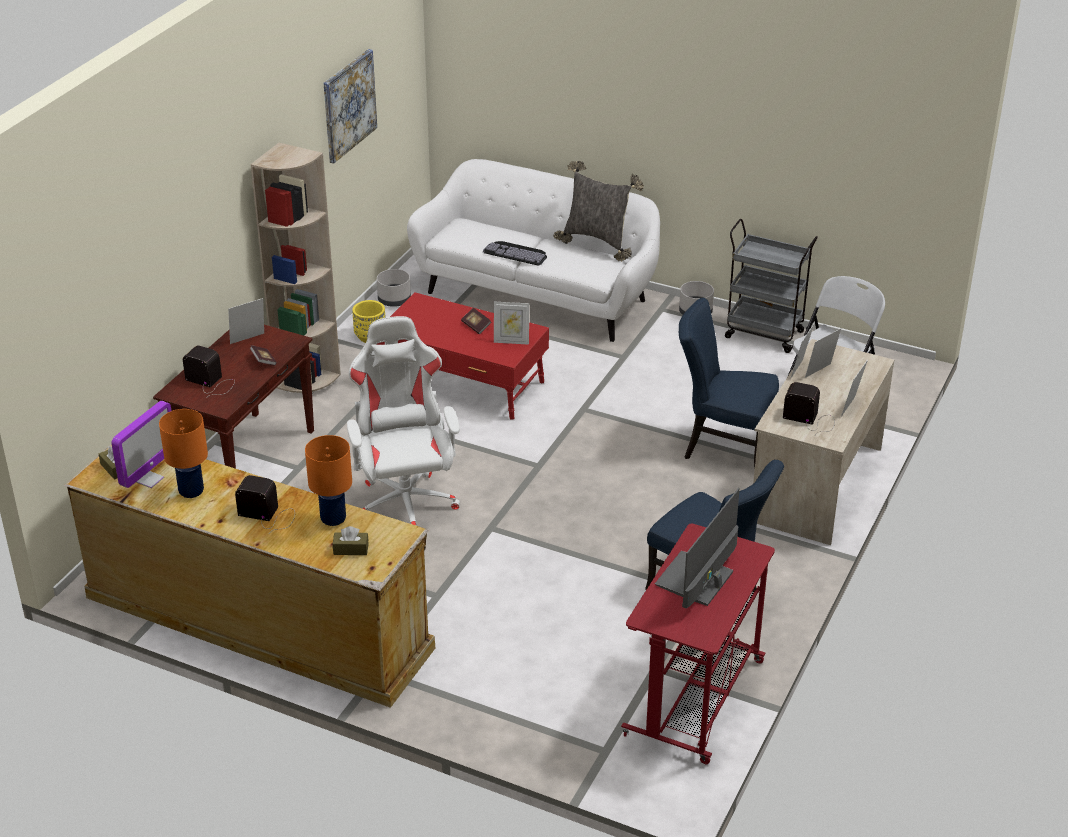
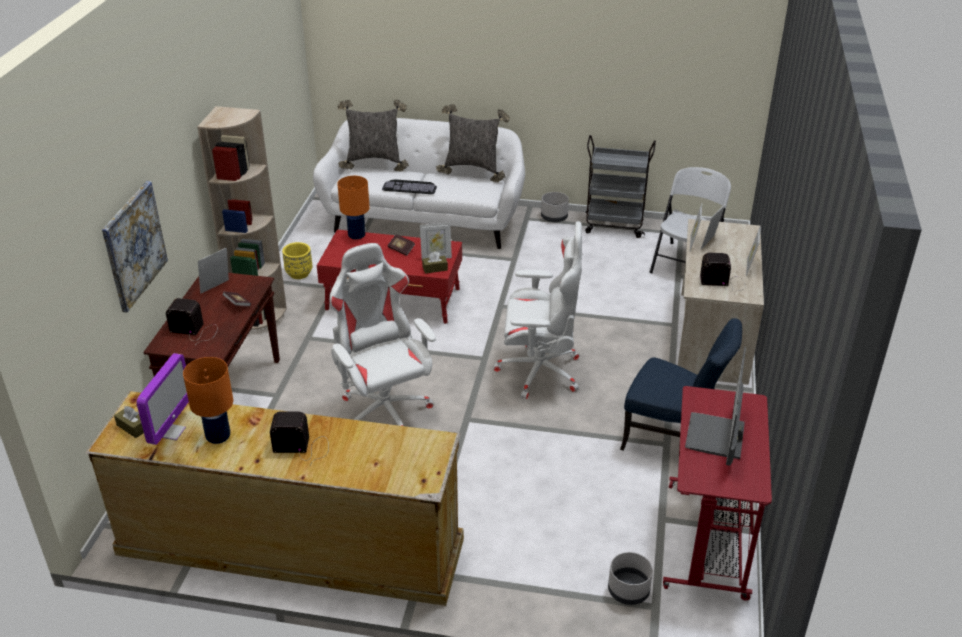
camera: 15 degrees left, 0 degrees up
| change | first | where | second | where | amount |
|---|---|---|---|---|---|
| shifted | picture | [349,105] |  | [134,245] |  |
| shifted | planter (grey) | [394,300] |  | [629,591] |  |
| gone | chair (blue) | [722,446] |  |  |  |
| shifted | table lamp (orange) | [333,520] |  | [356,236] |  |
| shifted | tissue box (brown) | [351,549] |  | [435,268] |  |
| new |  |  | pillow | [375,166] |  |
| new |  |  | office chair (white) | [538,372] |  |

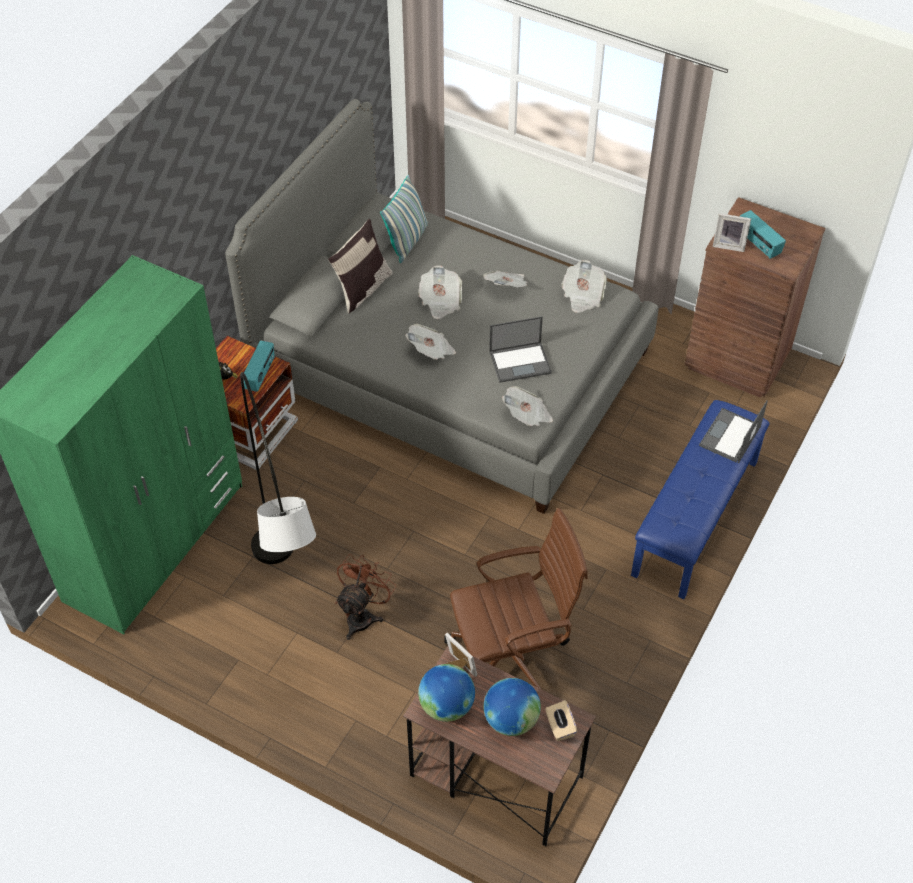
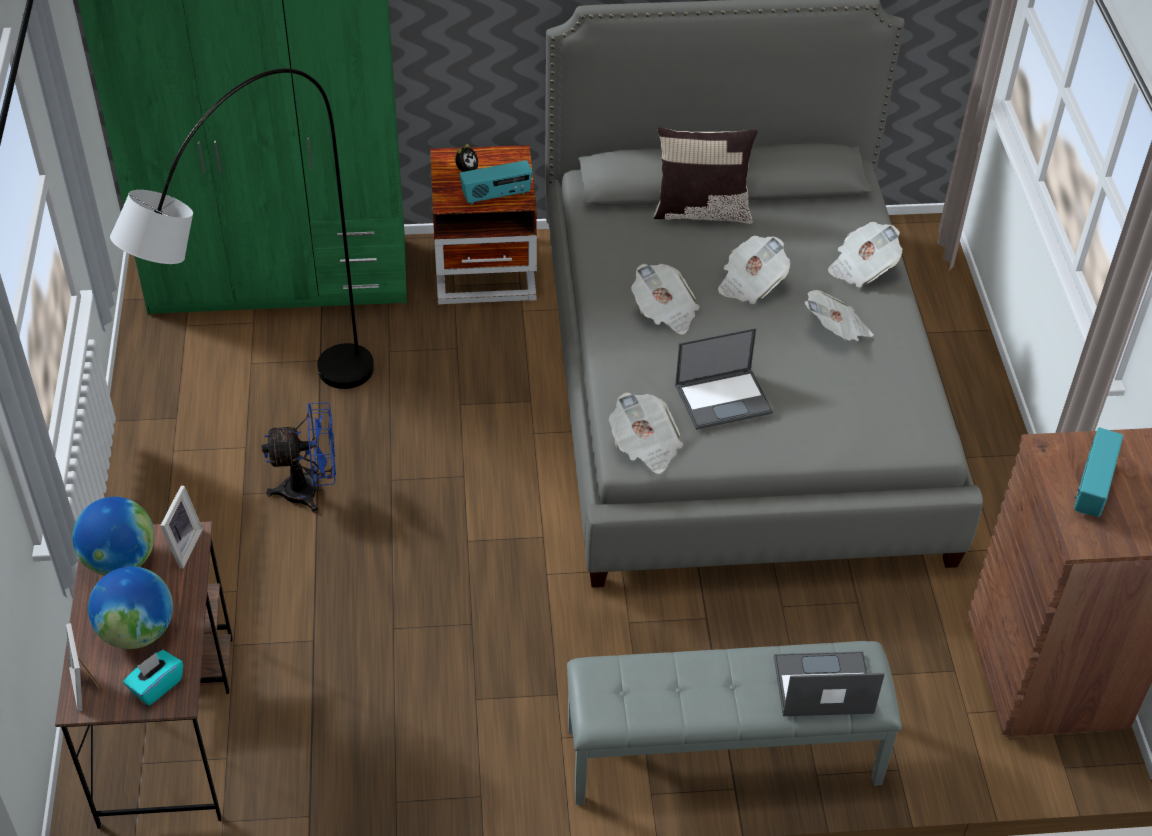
camera: 55 degrees right, 5 degrees down
| change | first | where | second | where | amount |
|---|---|---|---|---|---|
| gone | pillow | [407,241] |  |  |  |
| shifted | picture frame | [729,244] |  | [86,685] |  |
| shifted | newspaper | [582,296] |  | [862,268] |  |
| rotated | laptop | [520,362] |  | [724,398] | 60 degrees counterclockwise |
| repainted | bench (blue) | [696,518] | bench (grey) | [722,756] |  |
| gone | office chair (brown) | [512,657] |  |  |  |
| repainted | fan (brown) | [363,615] | fan (blue) | [310,491] |  |
| repainted | tissue box (beige) | [560,727] | tissue box (turquoise) | [156,686] |  |

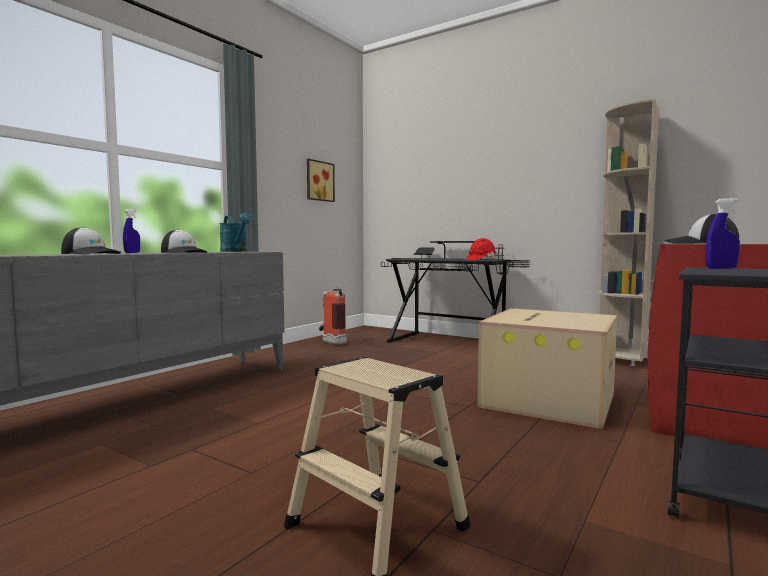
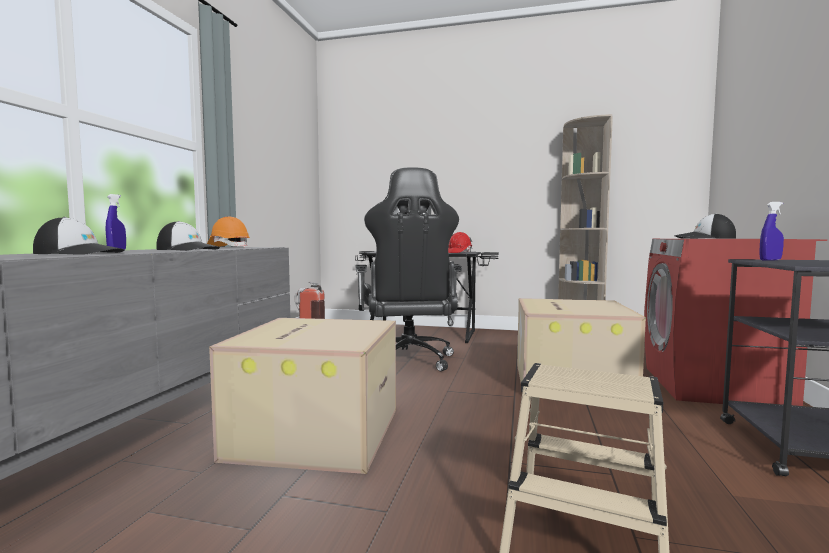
camera: 20 degrees left, 0 degrees up
| change | first | where | second | where | amount |
|---|---|---|---|---|---|
| gone | picture | [319,181] |  |  |  |
| swapped | watering can (turquoise) | [236,251] | hard hat (orange) | [229,247] |  |
| new |  |  | office chair (black) | [408,359] |  |
| new |  |  | cardboard box | [315,432] |  |

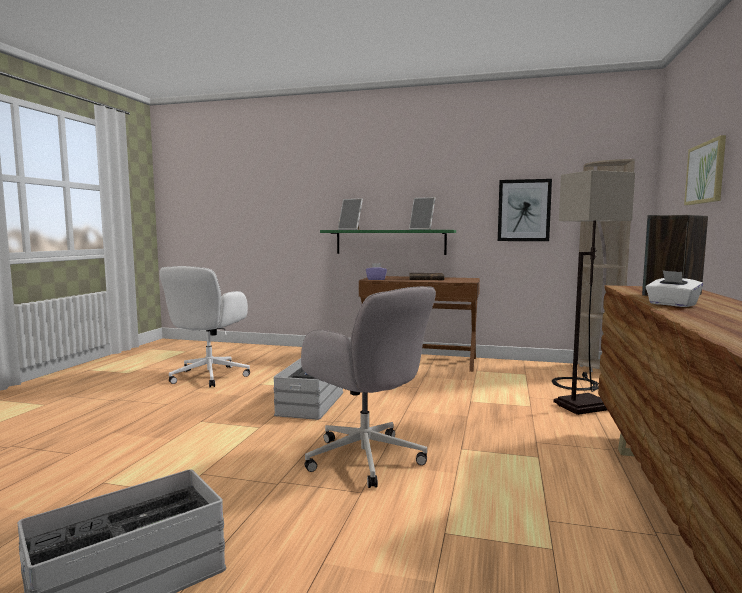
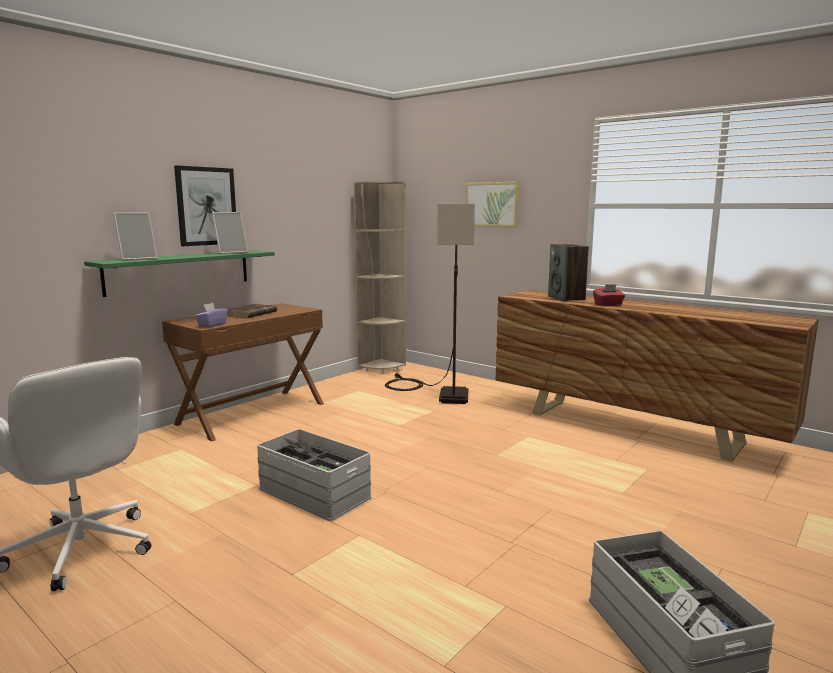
camera: 65 degrees left, 5 degrees up
| change | first | where | second | where | amount |
|---|---|---|---|---|---|
| shifted | picture | [524,210] |  | [206,206] |  |
| repainted | tissue box (white) | [672,304] | tissue box (red) | [608,305] |  |
| gone | office chair (grey) | [365,459] |  |  |  |

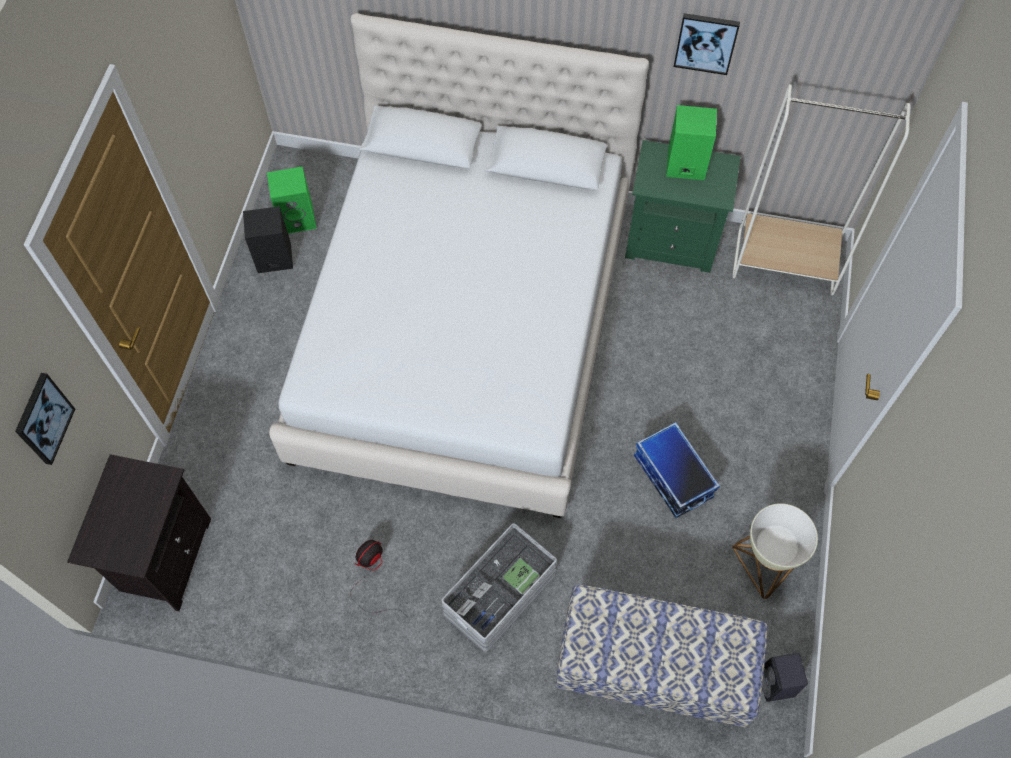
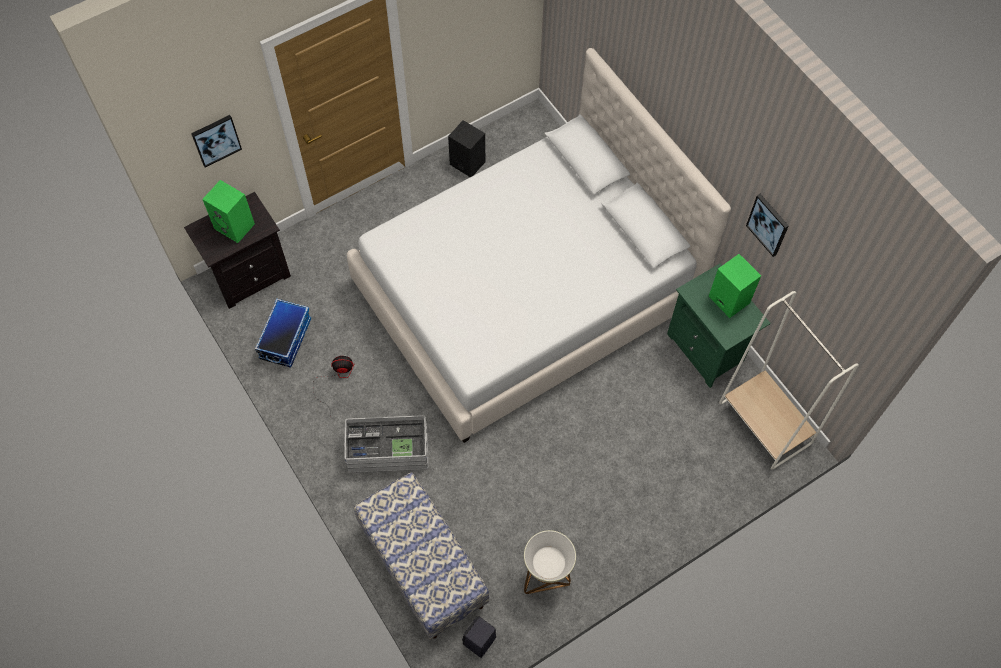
camera: 45 degrees right, 0 degrees up
| change | first | where | second | where | amount |
|---|---|---|---|---|---|
| shifted | speaker (green) | [298,218] |  | [235,226] |  |
| shifted | storage box | [672,477] |  | [285,338] |  |

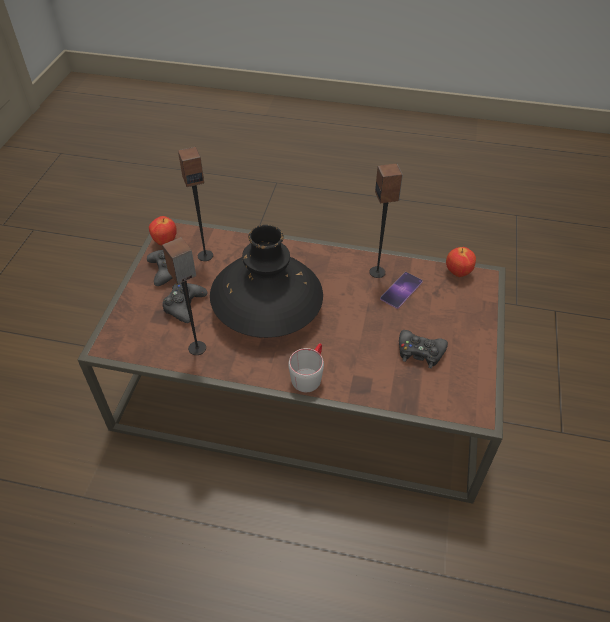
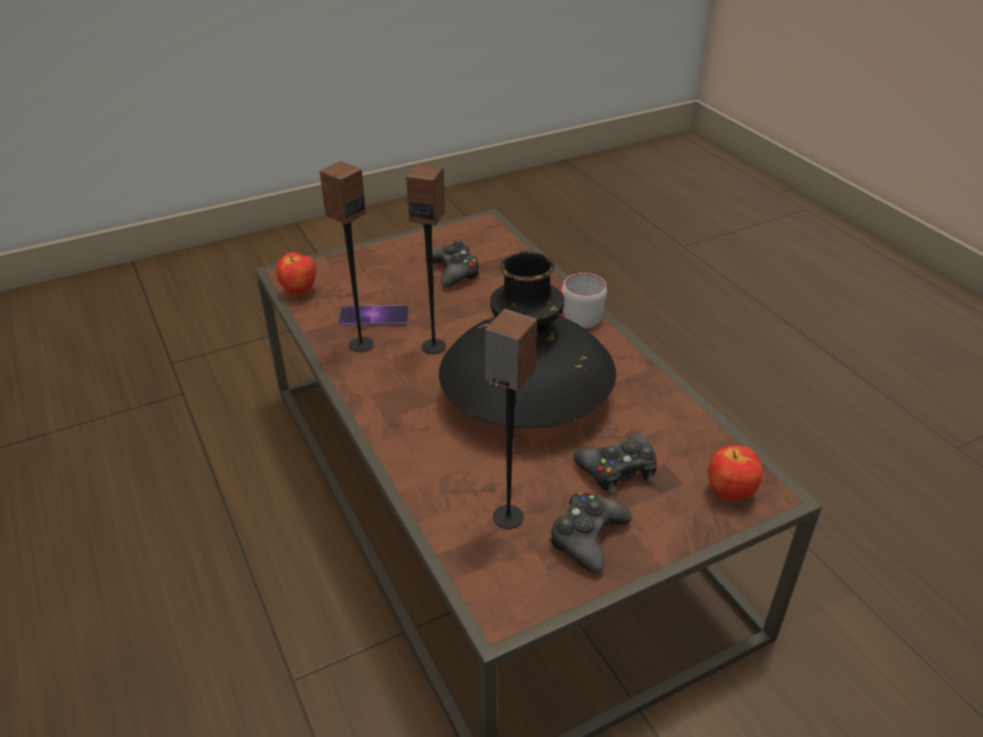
camera: 130 degrees left, 10 degrees down
| change | first | where | second | where | amount |
|---|---|---|---|---|---|
| shifted | apple | [165,241] |  | [729,494] |  |
| shifted | speaker | [197,348] |  | [434,346] |  |

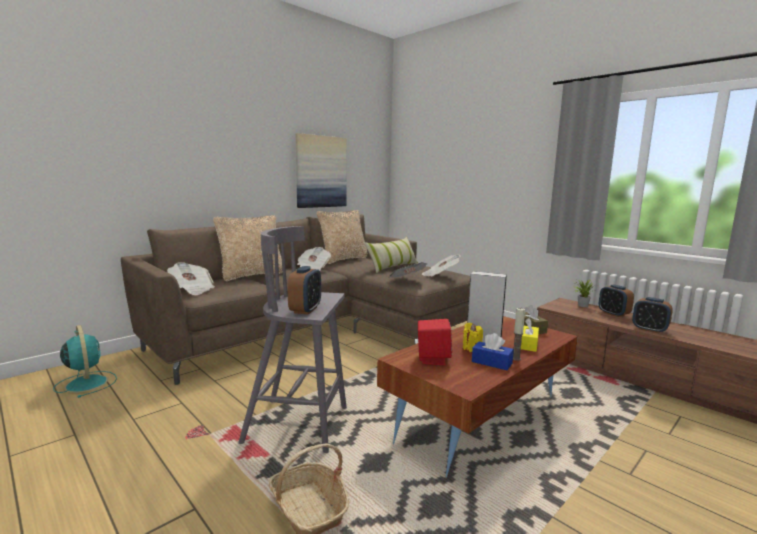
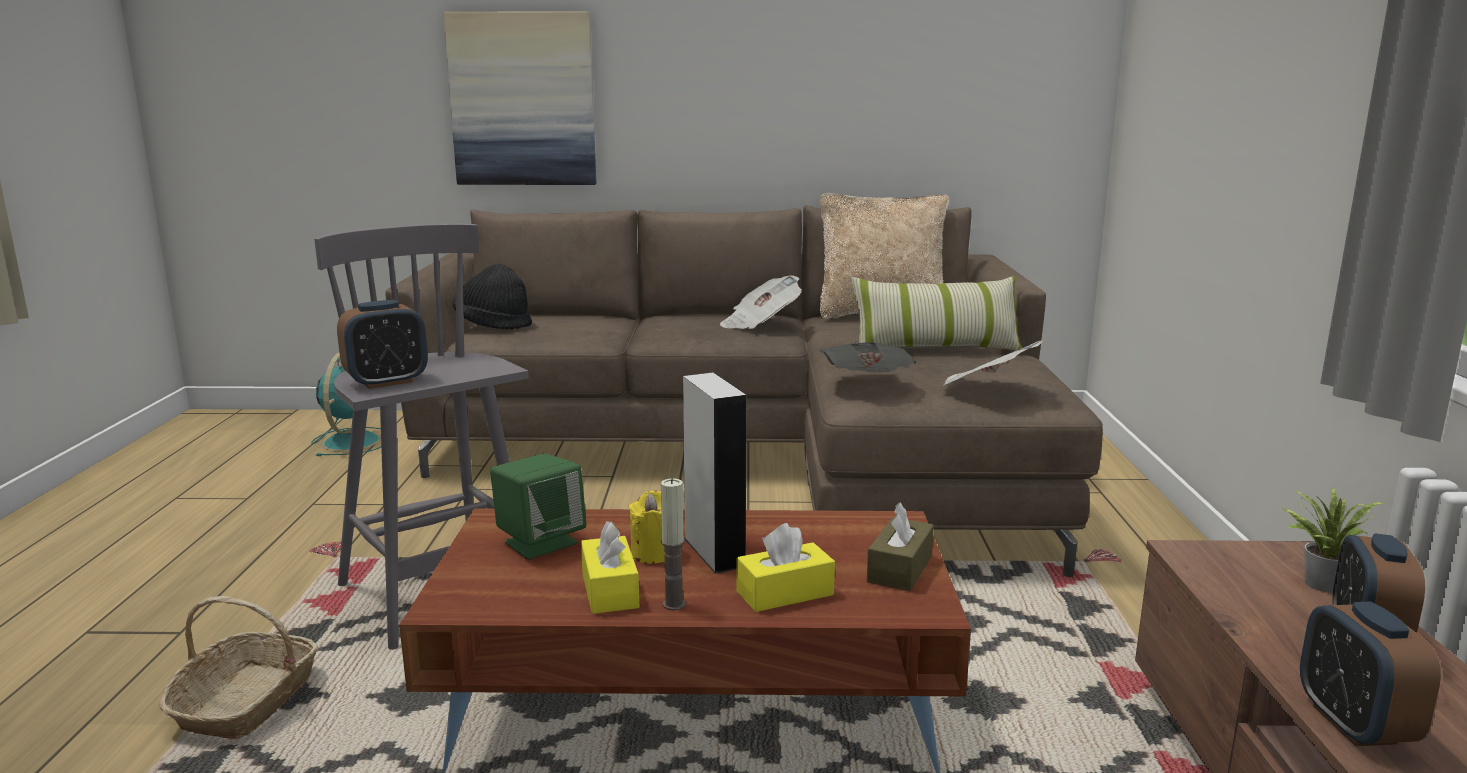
camera: 45 degrees right, 5 degrees up
| change | first | where | second | where | amount |
|---|---|---|---|---|---|
| shifted | picture | [321,172] |  | [523,100] |  |
| gone | pillow (beige) | [252,276] |  |  |  |
| swapped | newspaper | [192,290] | hat (black) | [493,325] |  |
| repainted | speaker (red) | [433,359] | speaker (green) | [540,542] |  |
| repainted | tissue box (blue) | [491,362] | tissue box (yellow) | [610,590] |  |

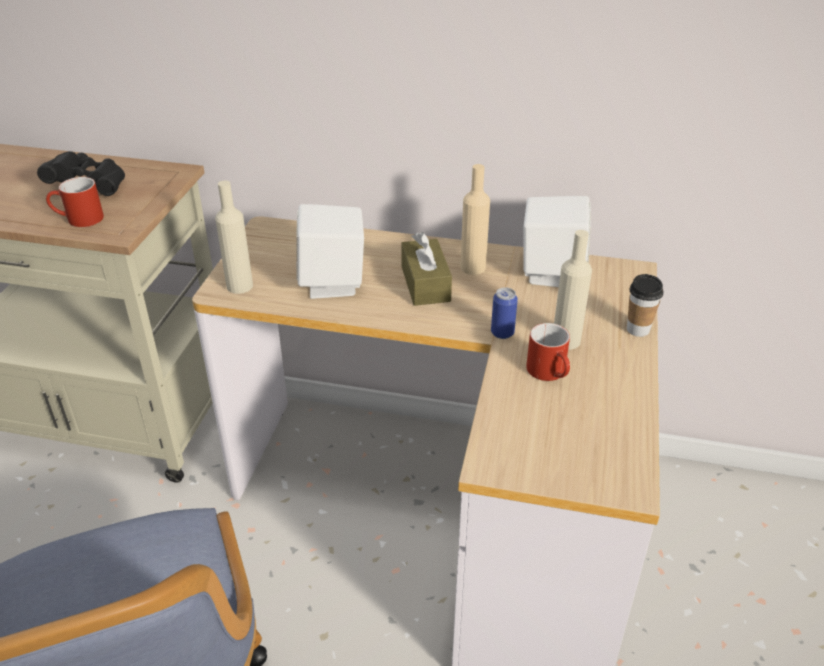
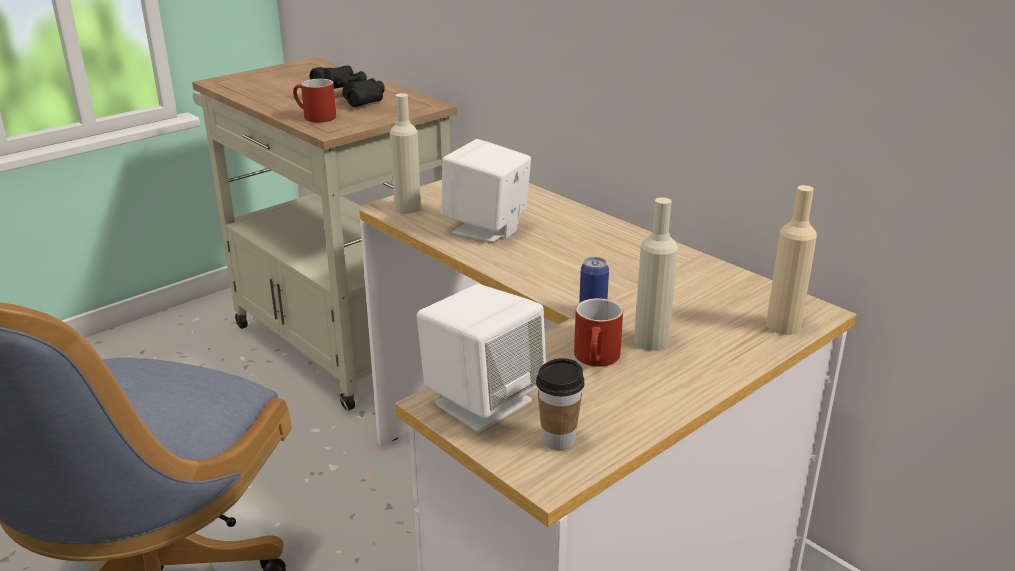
camera: 35 degrees right, 10 degrees down
| change | first | where | second | where | amount |
|---|---|---|---|---|---|
| shifted | bottle (beige) | [473,267] |  | [783,326] |  |
| shifted | speaker (white) | [551,272] |  | [482,402] |  |
| gone | tissue box (brown) | [425,284] |  |  |  |
| shifted | cup | [638,329] |  | [558,440] |  |

